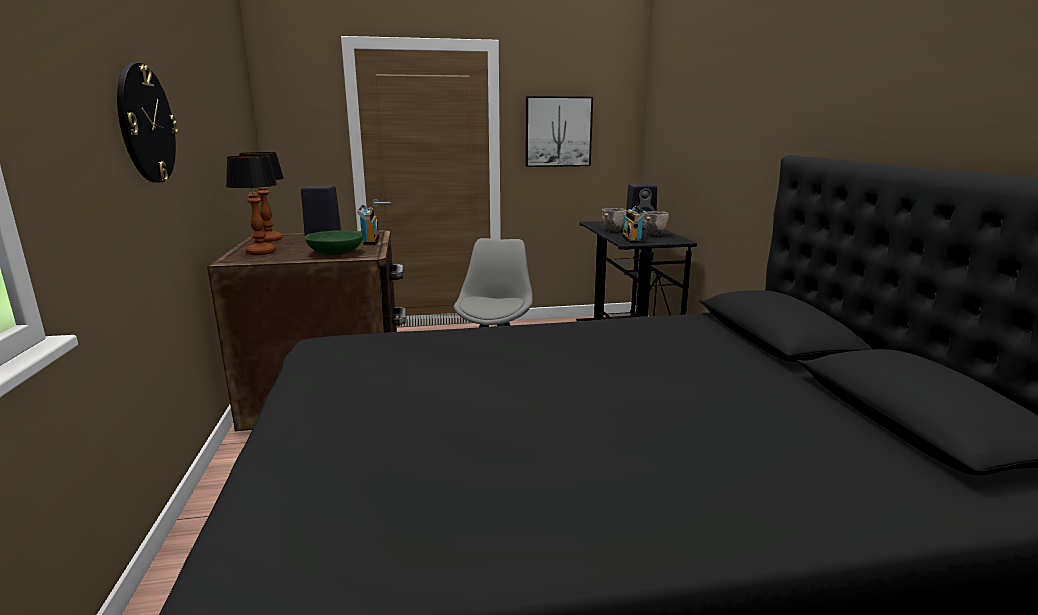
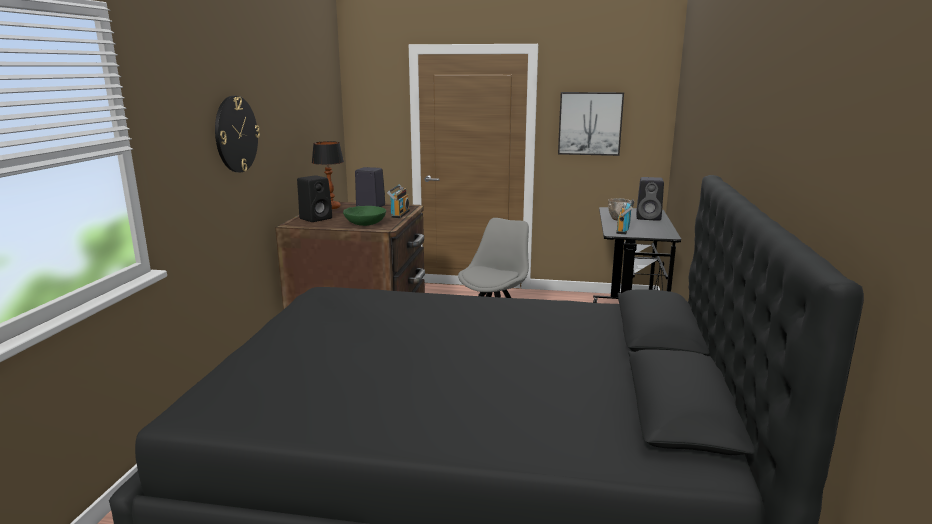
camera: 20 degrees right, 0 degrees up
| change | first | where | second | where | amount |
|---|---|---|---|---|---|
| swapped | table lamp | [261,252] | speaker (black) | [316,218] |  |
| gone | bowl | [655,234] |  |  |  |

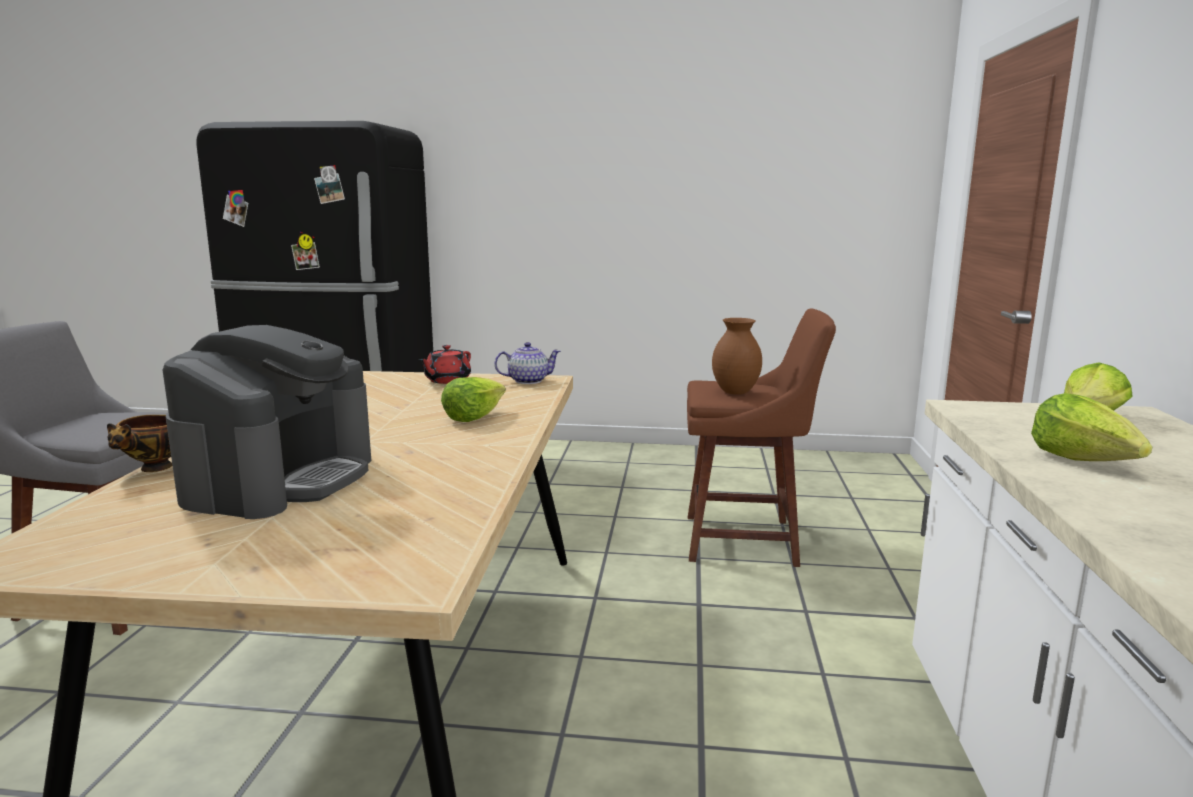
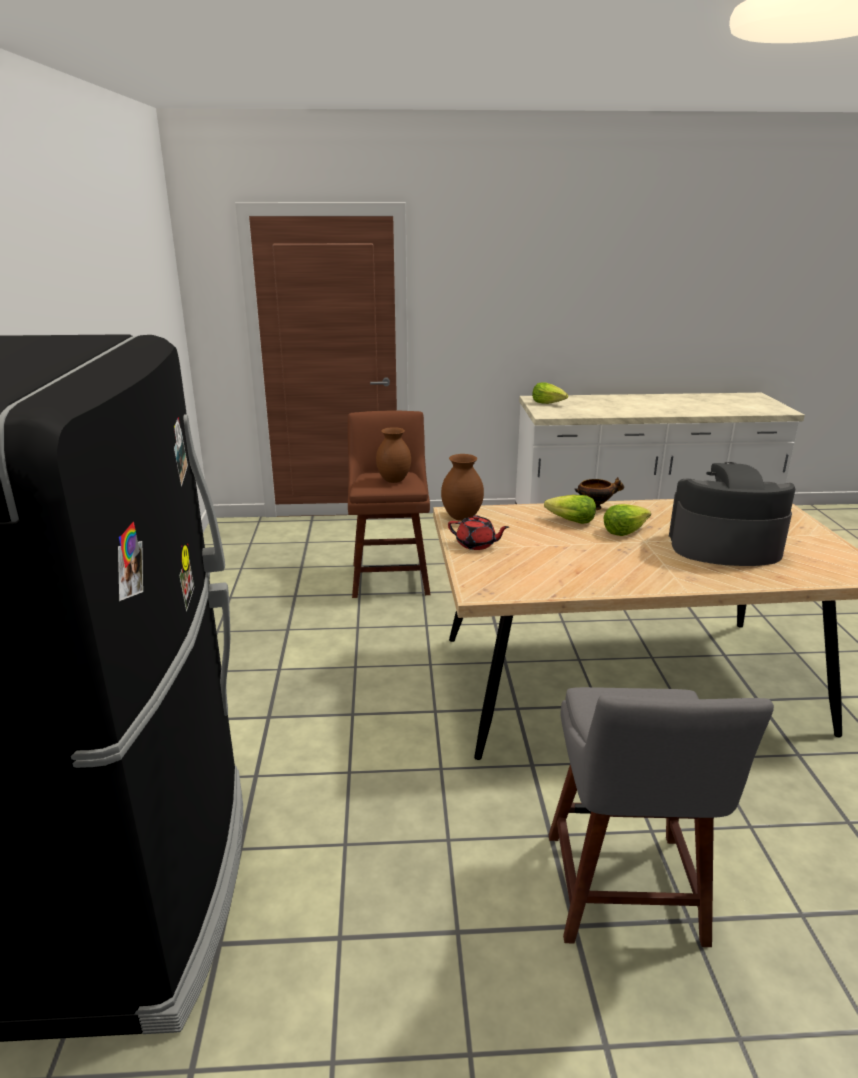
camera: 100 degrees left, 10 degrees up
| change | first | where | second | where | amount |
|---|---|---|---|---|---|
| swapped | teapot | [527,381] | vase (brown) | [461,518] |  |
| shifted | lettuce | [1083,460] |  | [624,531] |  |
| shifted | bowl | [155,469] |  | [595,507] |  |

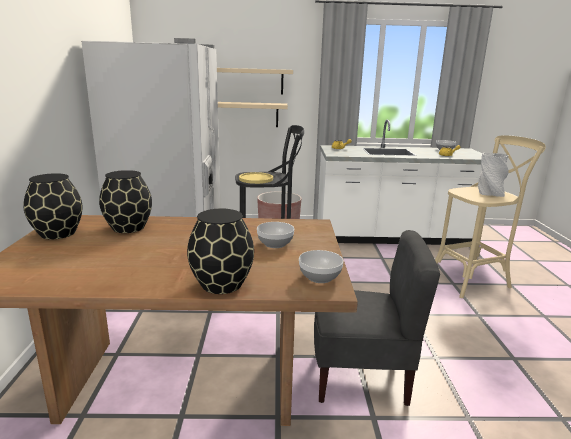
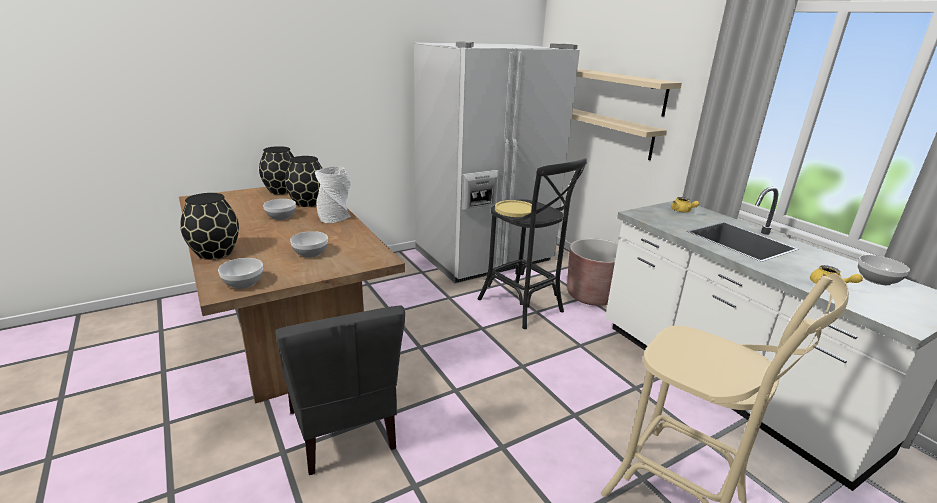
camera: 60 degrees right, 5 degrees up
| change | first | where | second | where | amount |
|---|---|---|---|---|---|
| shifted | vase (grey) | [489,193] |  | [334,217] |  |
| new |  |  | bowl | [281,216] |  |

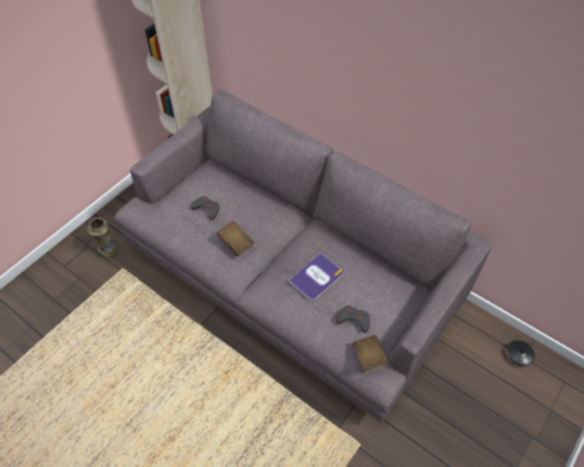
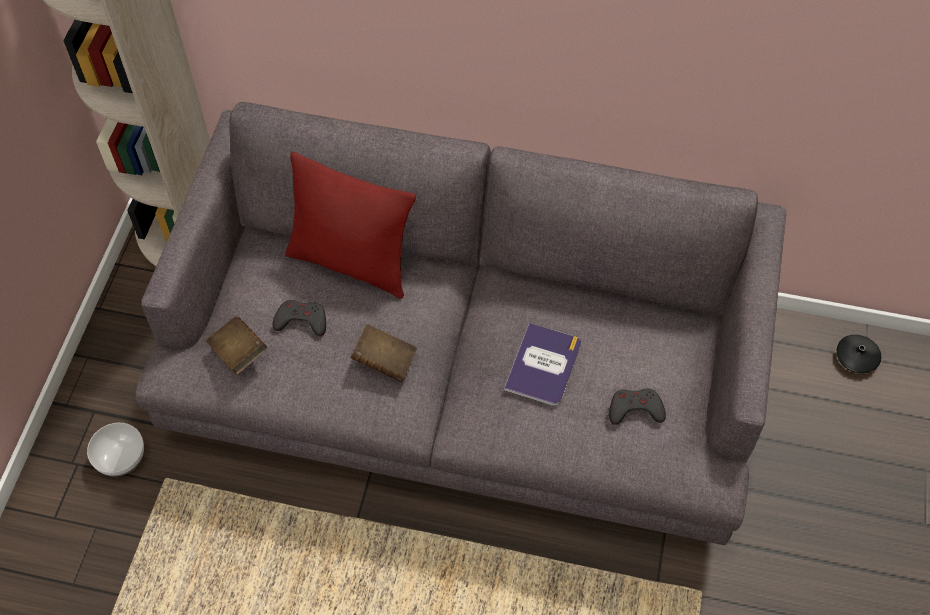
camera: 25 degrees left, 5 degrees up
| change | first | where | second | where | amount |
|---|---|---|---|---|---|
| swapped | vase | [108,251] | bowl | [120,458] |  |
| shifted | book (brown) | [368,358] |  | [238,352] |  |
| new |  |  | pillow (red) | [351,263] |  |

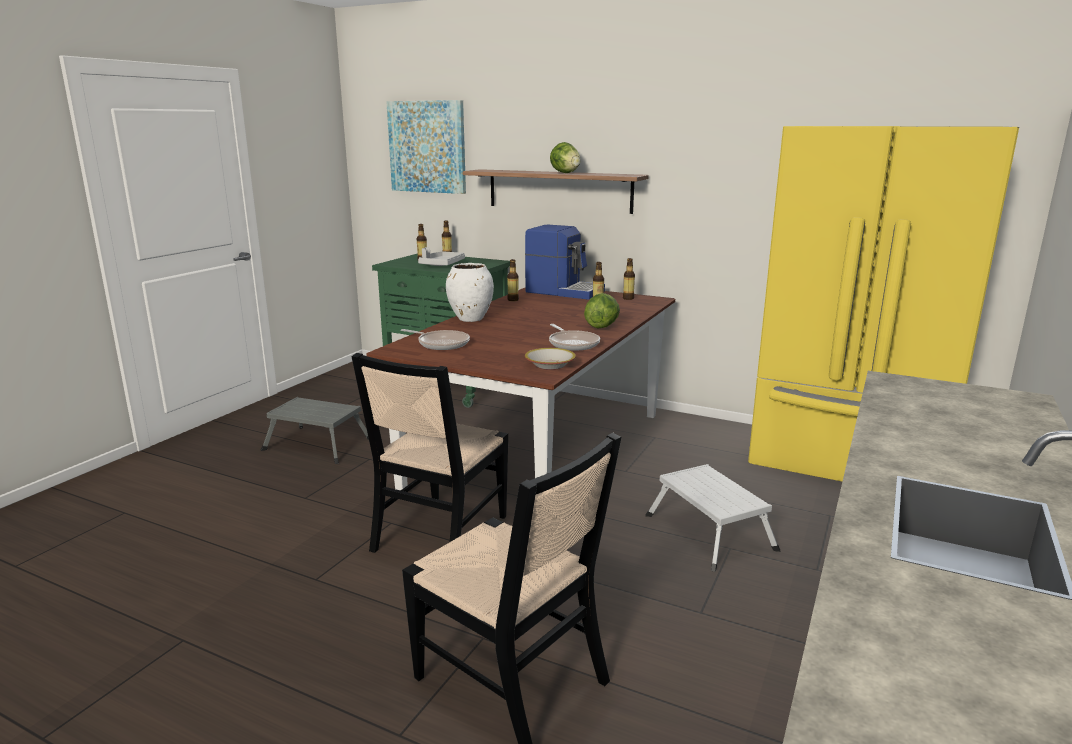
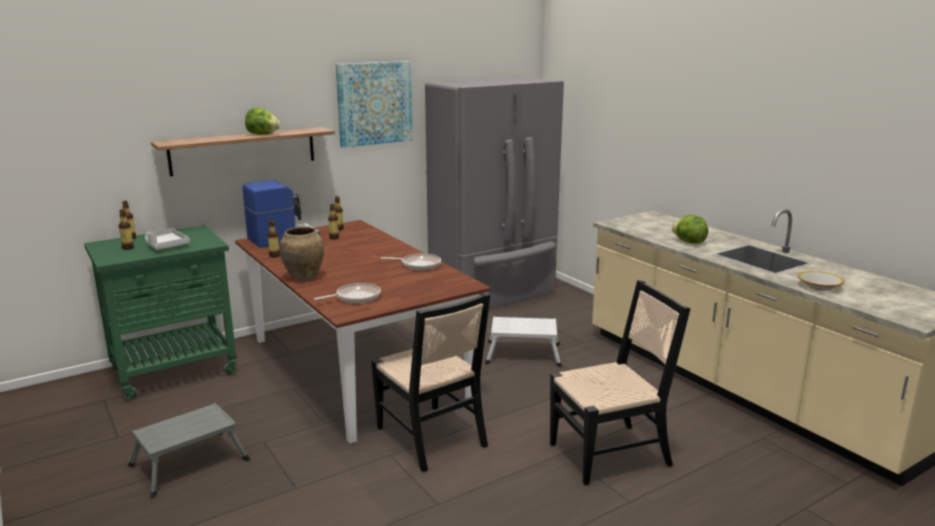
camera: 60 degrees left, 0 degrees up
| change | first | where | second | where | amount |
|---|---|---|---|---|---|
| shifted | picture | [427,147] |  | [374,103] |  |
| repainted | fridge (yellow) | [845,465] | fridge (grey) | [496,295] |  |
| repainted | vase (white) | [470,319] | vase (brown) | [304,277] |  |
| shifted | lettuce | [601,326] |  | [689,242] |  |
| shifted | bowl | [549,365] |  | [819,286] |  |

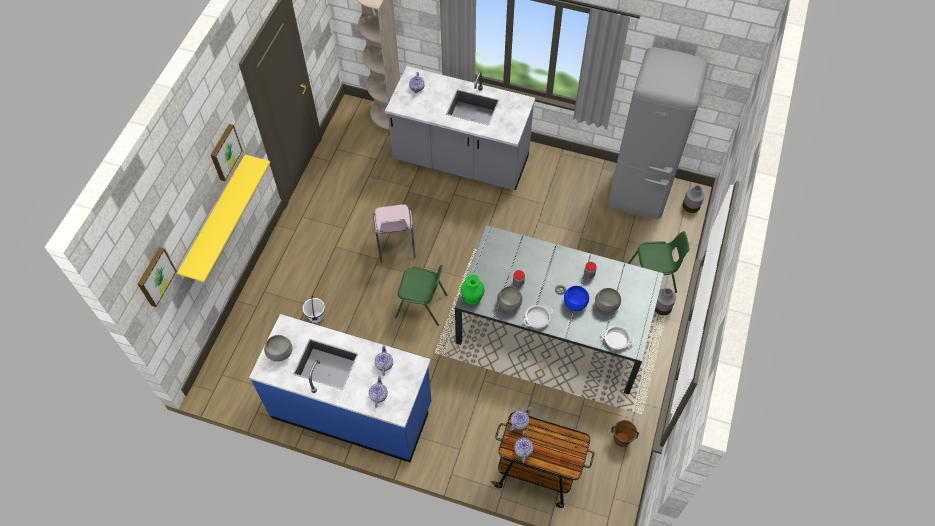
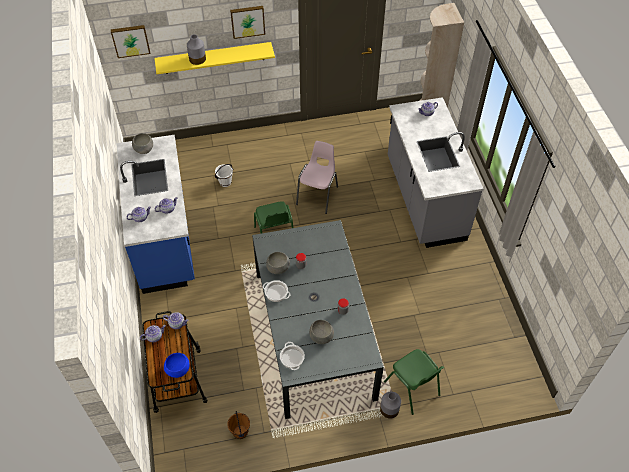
camera: 60 degrees right, 5 degrees down
| change | first | where | second | where | amount |
|---|---|---|---|---|---|
| gone | fridge (grey) | [639,194] |  |  |  |
| shifted | vase (grey) | [691,205] |  | [197,59] |  |
| rotated | chair (pink) | [395,243] |  | [318,195] | 150 degrees clockwise |
| gone | vase (green) | [472,296] |  |  |  |
| shifted | bowl (blue) | [575,302] |  | [178,369] |  |

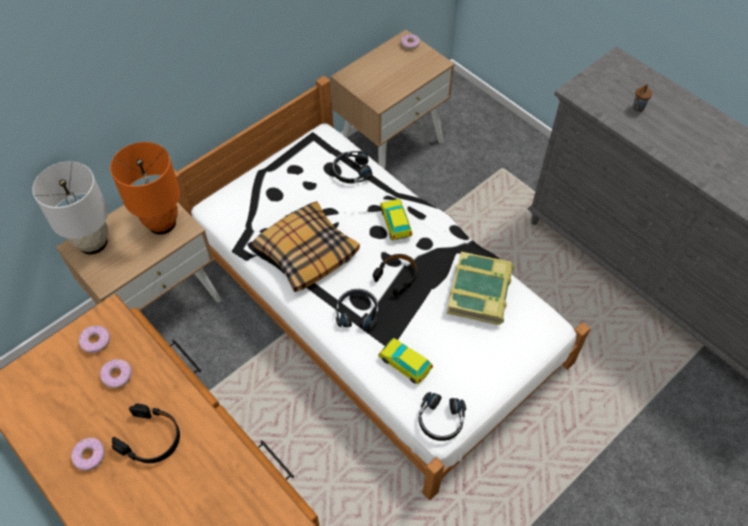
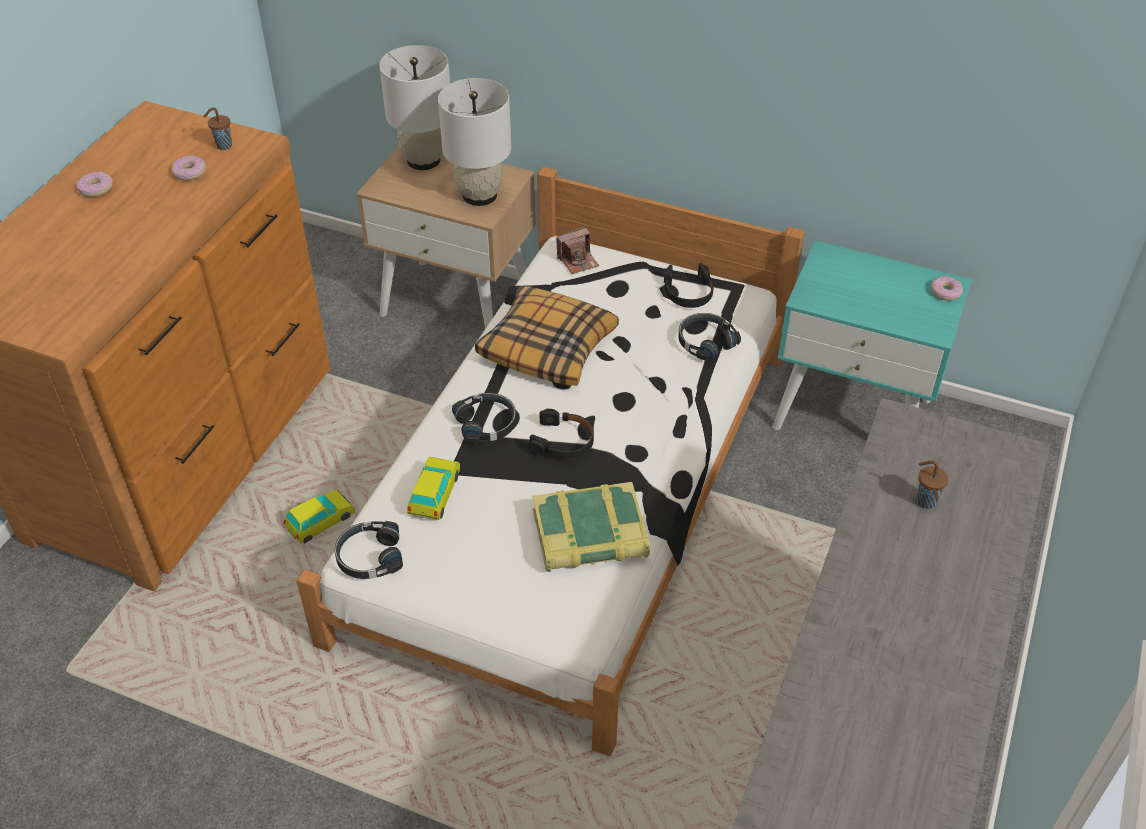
camera: 65 degrees right, 10 degrees down
| change | first | where | second | where | amount |
|---|---|---|---|---|---|
| repainted | nightstand (beige) | [391,145] | nightstand (turquoise) | [853,413] |  |
| repainted | table lamp (orange) | [162,223] | table lamp (white) | [480,195] |  |
| shifted | toy car | [395,223] |  | [320,522] |  |
| swapped | donut | [96,342] | cup (brown) | [223,146] |  |
| shifted | headphones (black) | [151,438] |  | [688,292] |  |
| new |  |  | photo camera | [578,261] |  |

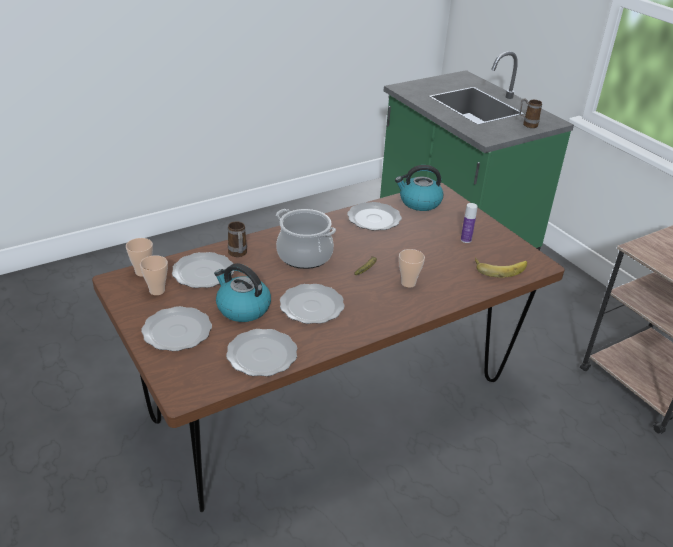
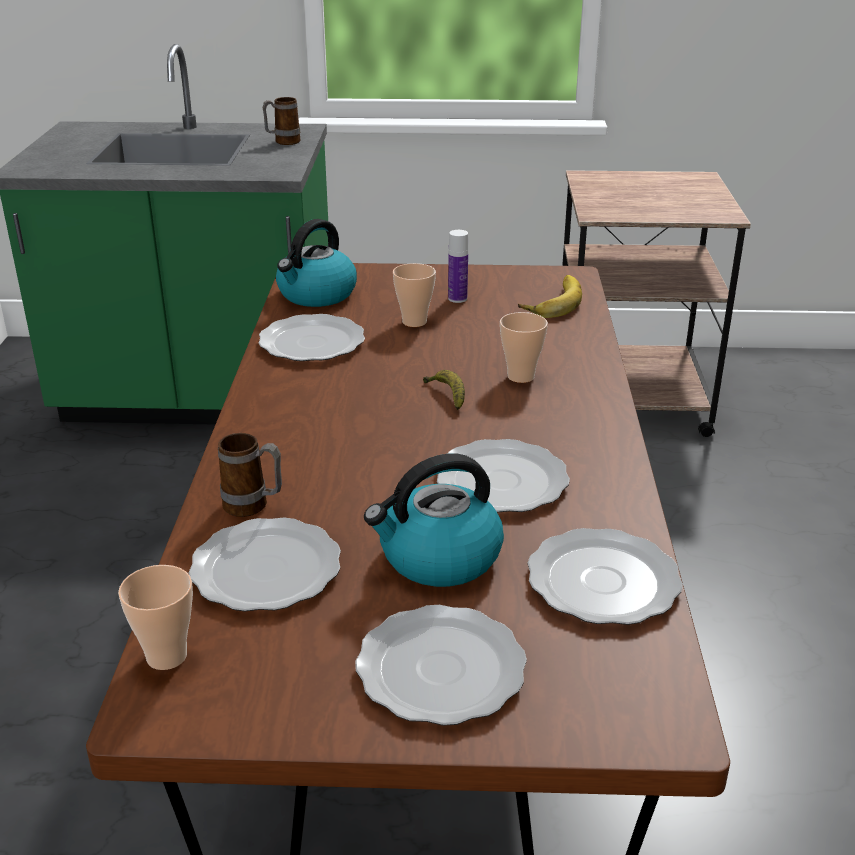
camera: 55 degrees left, 5 degrees down
| change | first | where | second | where | amount |
|---|---|---|---|---|---|
| gone | cooking pot | [305,255] |  |  |  |
| shifted | cup | [157,290] |  | [414,322] |  |

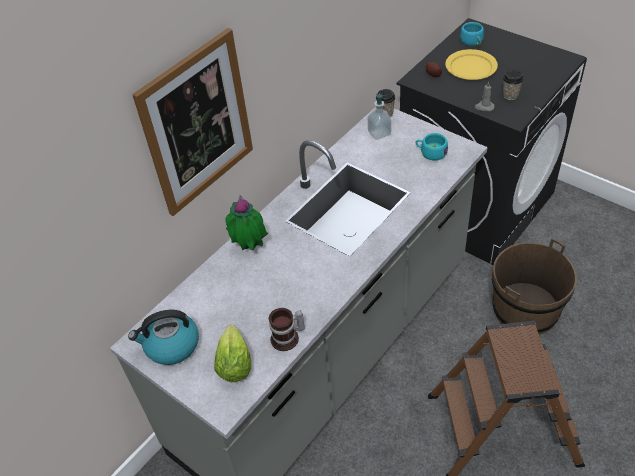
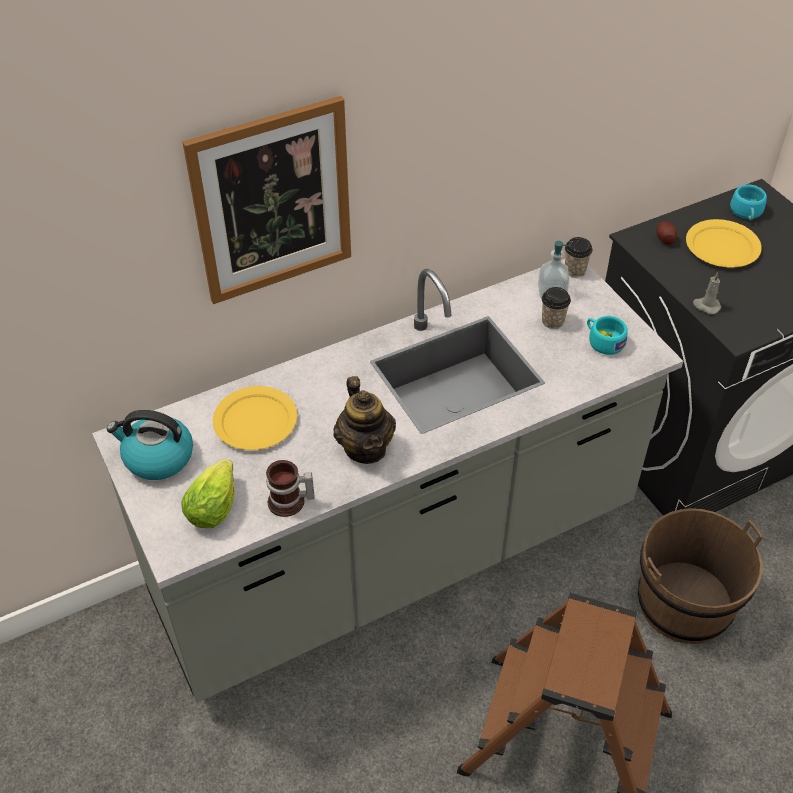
camera: 20 degrees right, 0 degrees up
| change | first | where | second | where | amount |
|---|---|---|---|---|---|
| shifted | cup | [510,95] |  | [552,321] |  |
| gone | potted plant | [249,248] |  |  |  |
| new |  |  | teapot | [366,448] |  |
| new |  |  | plate (yellow) | [255,421] |  |

